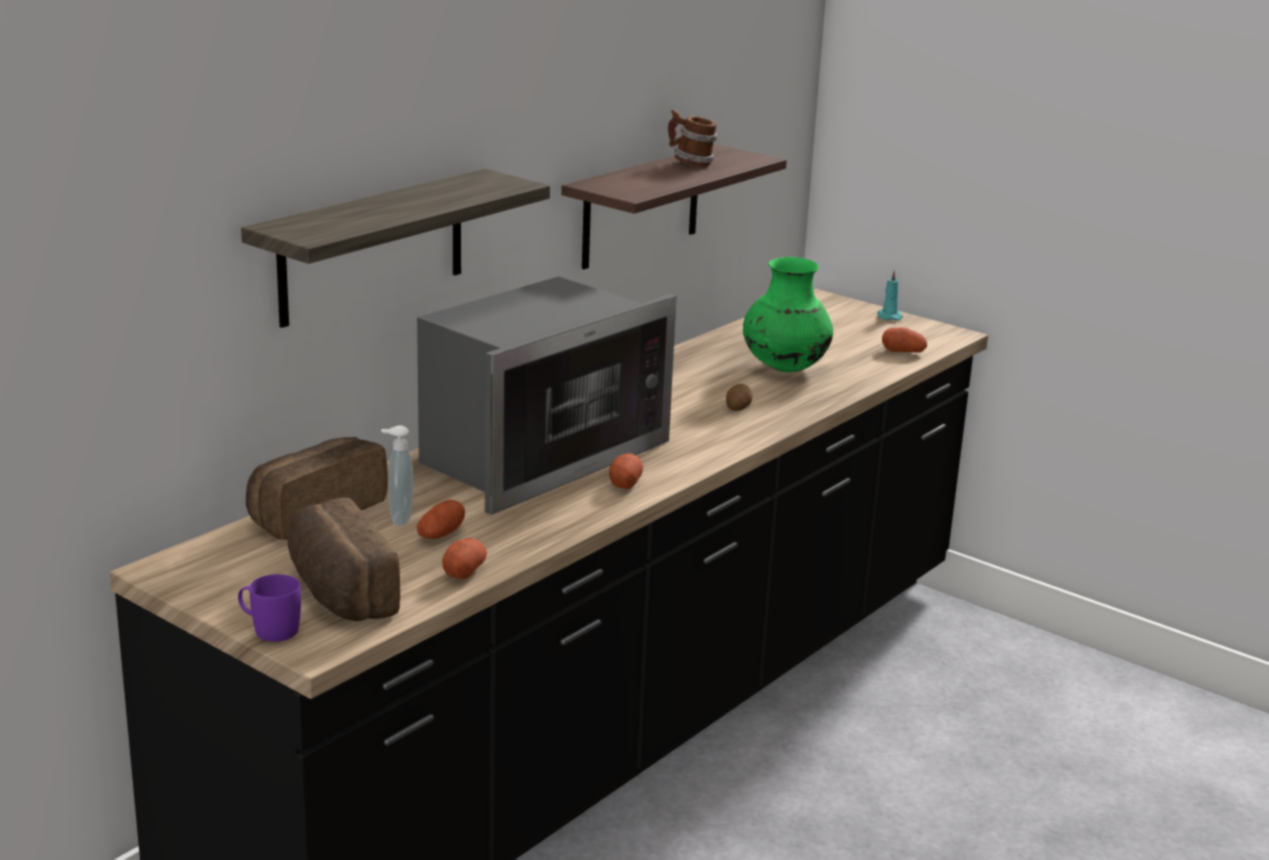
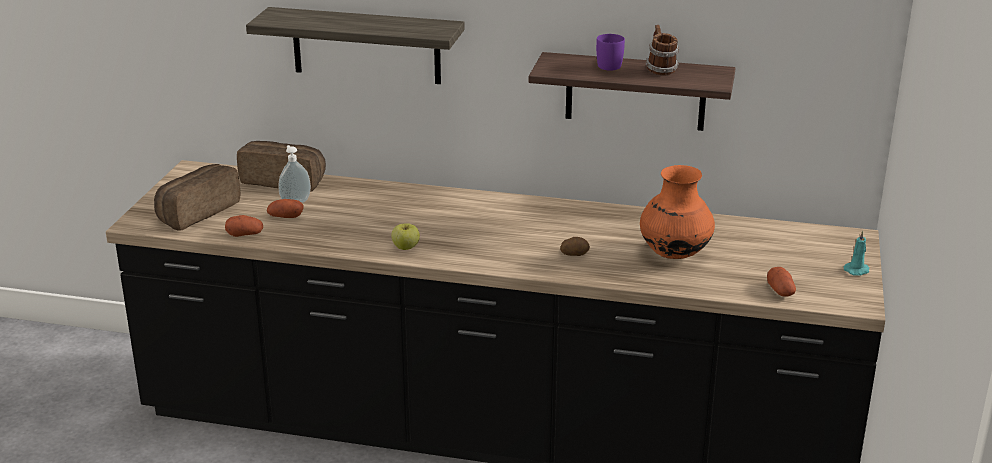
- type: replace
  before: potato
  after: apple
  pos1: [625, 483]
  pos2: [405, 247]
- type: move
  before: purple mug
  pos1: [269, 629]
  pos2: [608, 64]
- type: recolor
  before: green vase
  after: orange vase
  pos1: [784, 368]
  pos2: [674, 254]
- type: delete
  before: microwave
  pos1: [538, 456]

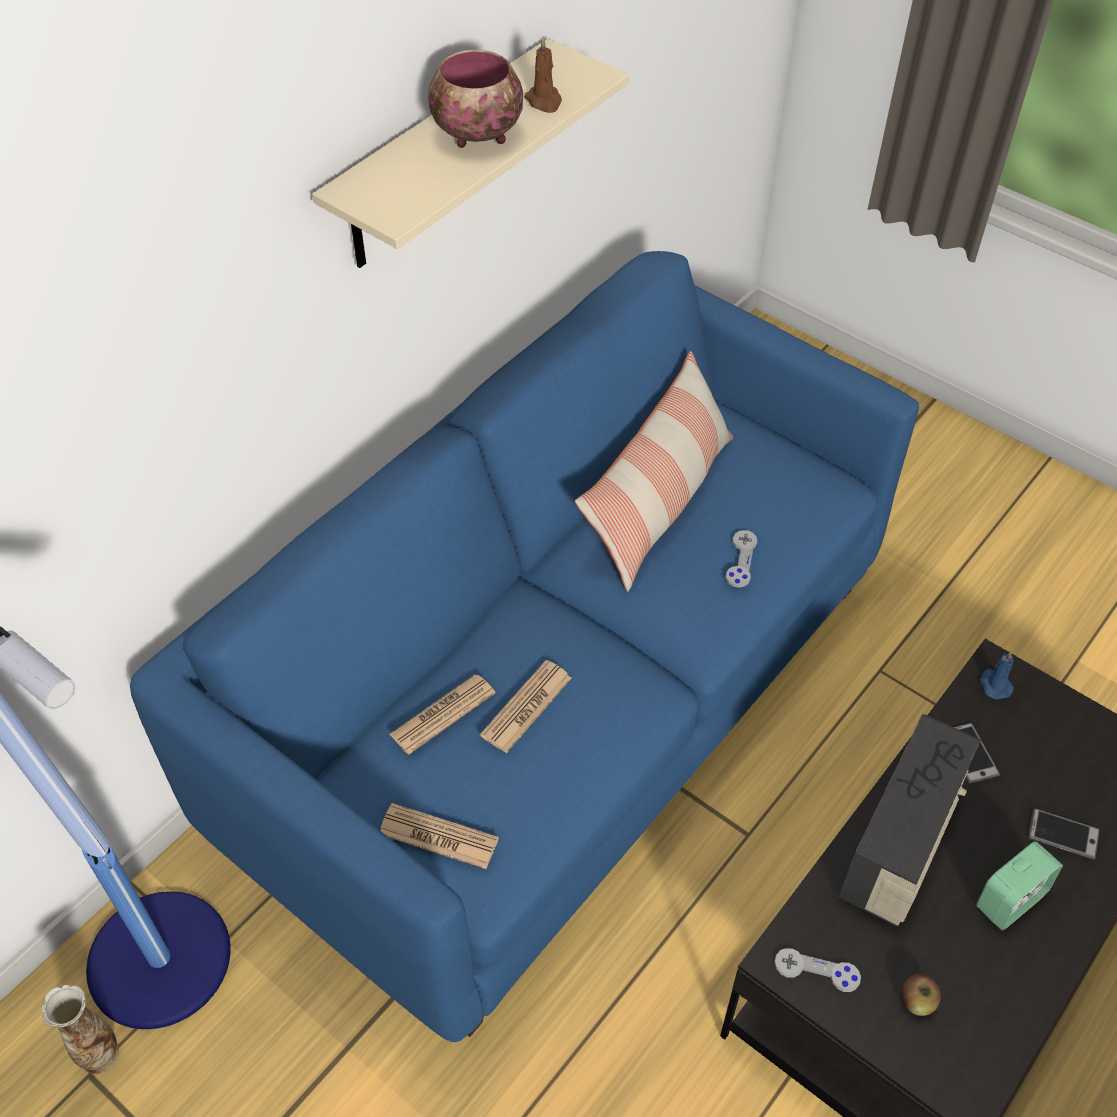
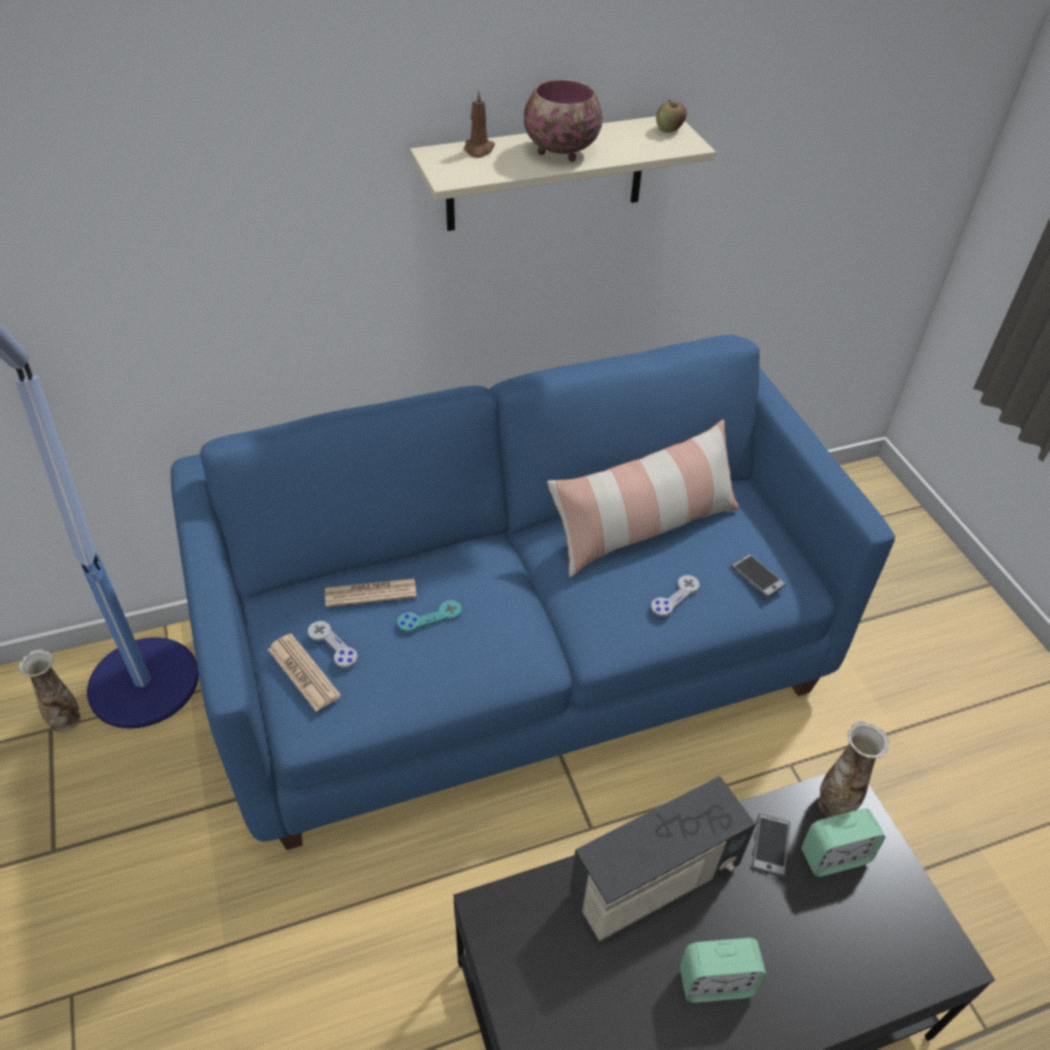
- type: move
  before: grey game controller
  pos1: [817, 971]
  pos2: [332, 645]
- type: replace
  before: newspaper
  after: turquoise game controller
  pos1: [526, 707]
  pos2: [429, 617]
- type: move
  before: brown candle
  pos1: [544, 101]
  pos2: [478, 150]
- type: move
  before: apple
  pos1: [917, 1001]
  pos2: [669, 129]
- type: move
  before: phone
  pos1: [1063, 834]
  pos2: [757, 576]
- type: insert
  after: alarm clock
  pos2: [834, 856]
- type: replace
  before: blue candle
  after: vase
  pos1: [994, 684]
  pos2: [835, 803]

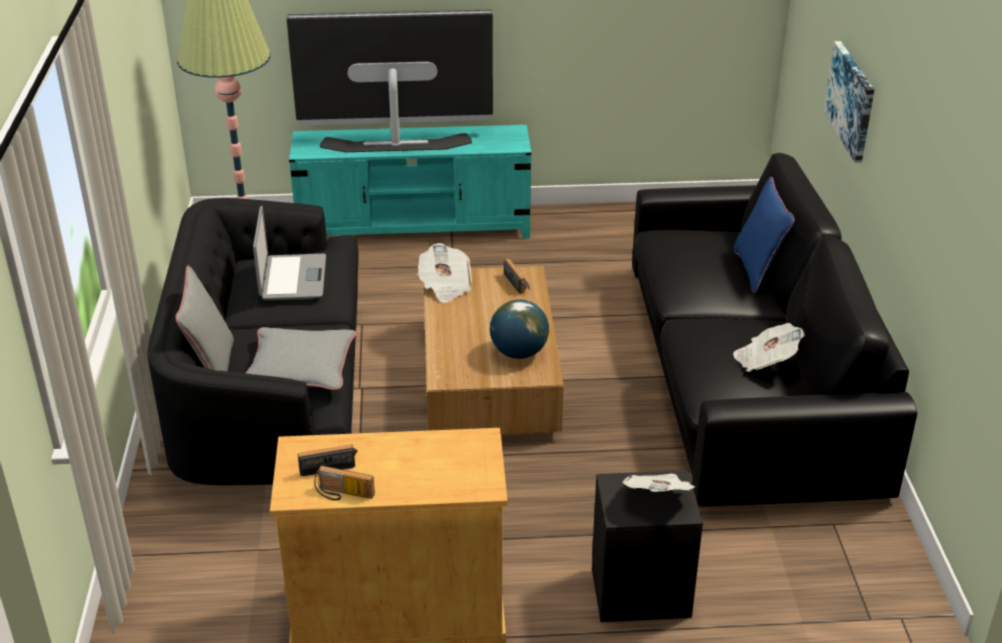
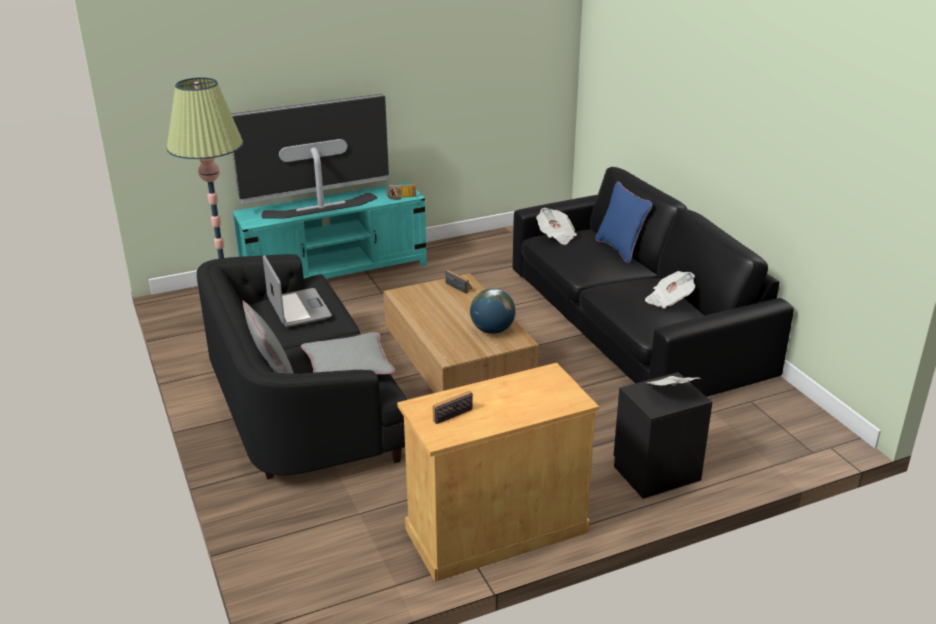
- type: move
  before: radio
  pos1: [343, 495]
  pos2: [401, 197]
- type: move
  before: newspaper
  pos1: [445, 286]
  pos2: [556, 236]
- type: delete
  before: picture
  pos1: [852, 100]

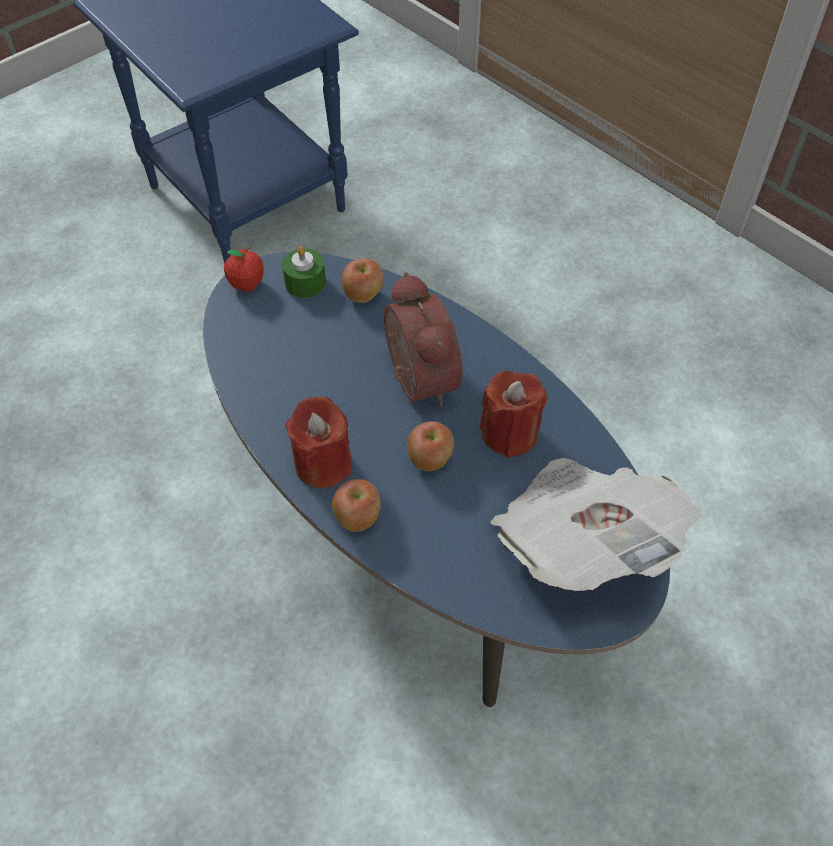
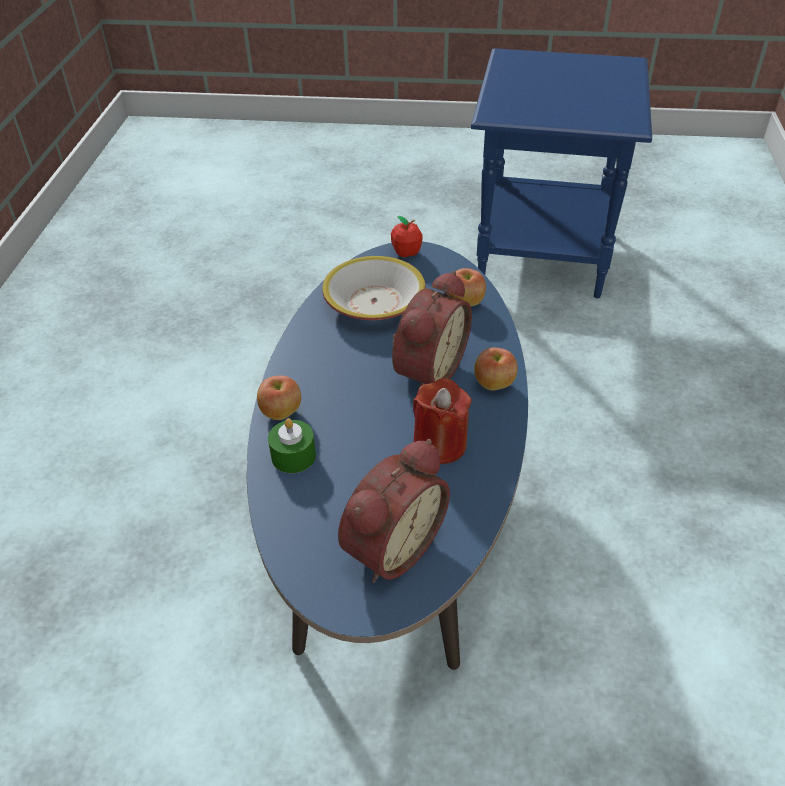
- type: move
  before: green candle
  pos1: [305, 282]
  pos2: [293, 456]
- type: insert
  after: bowl
  pos2: [374, 302]
- type: replace
  before: newspaper
  after: alarm clock
  pos1: [583, 541]
  pos2: [390, 545]
- type: move
  before: apple
  pos1: [430, 460]
  pos2: [494, 385]
- type: delete
  before: red candle
  pos1: [323, 464]

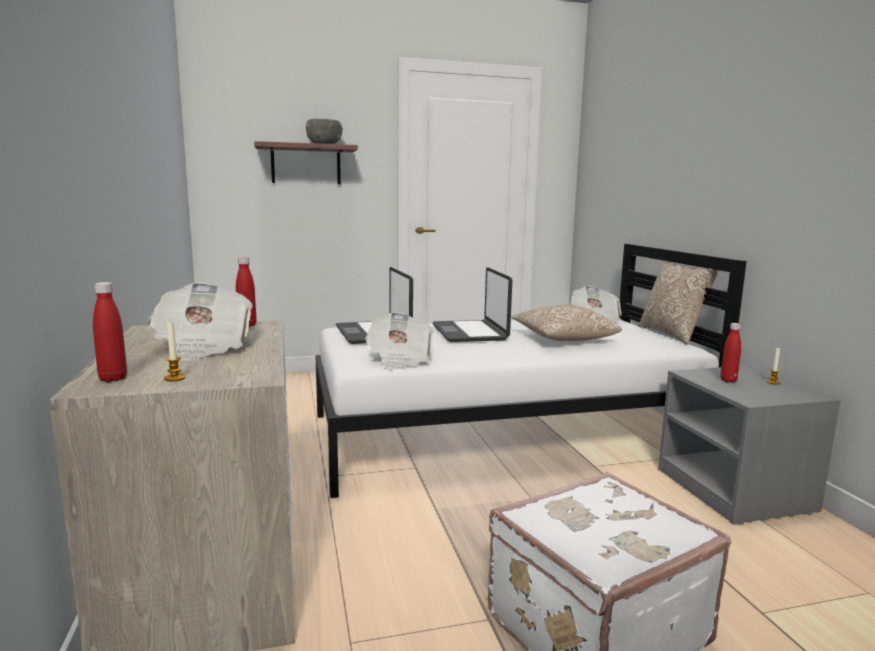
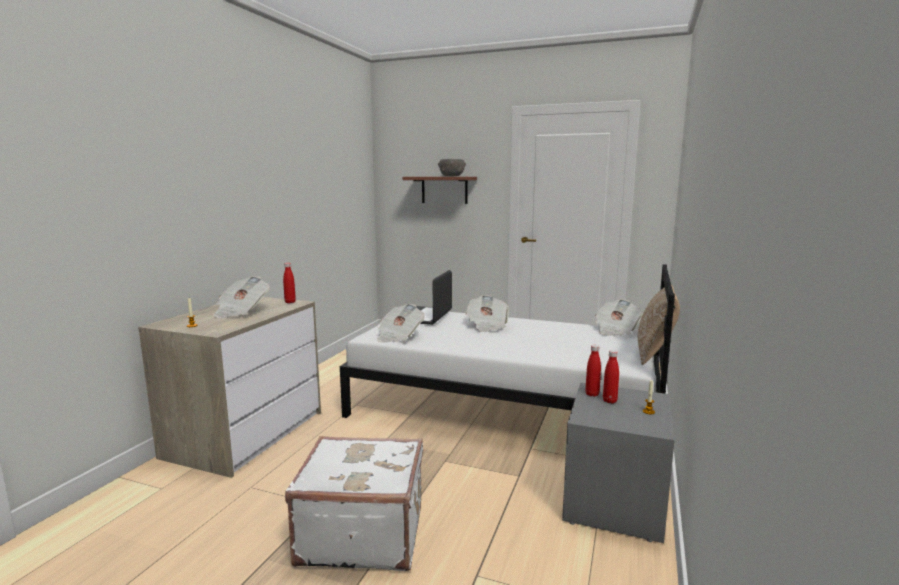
- type: replace
  before: laptop
  after: newspaper
  pos1: [470, 332]
  pos2: [487, 325]
- type: move
  before: red bottle
  pos1: [113, 379]
  pos2: [592, 394]
- type: delete
  before: pillow
  pos1: [563, 339]

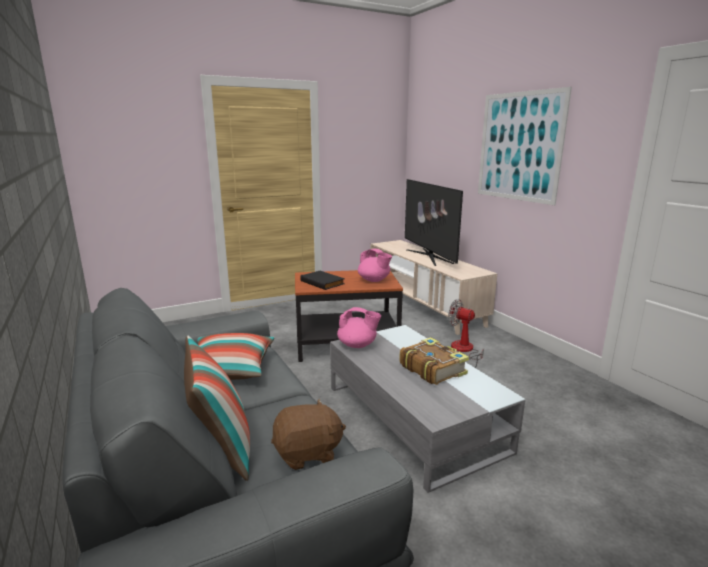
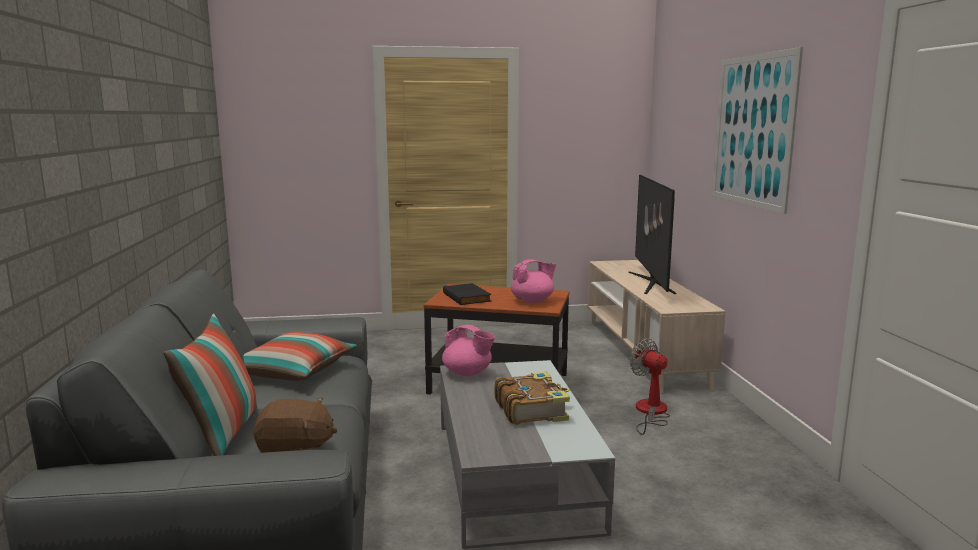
- type: rotate
  before: pink teapot
  pos1: [374, 280]
  pos2: [533, 301]
  turn: -90

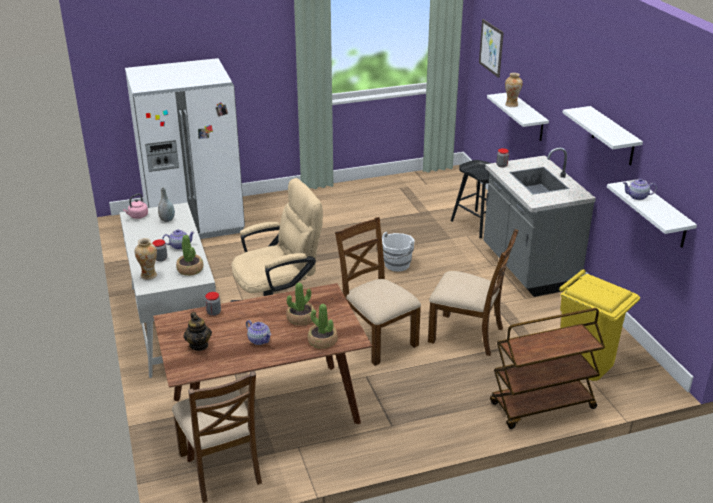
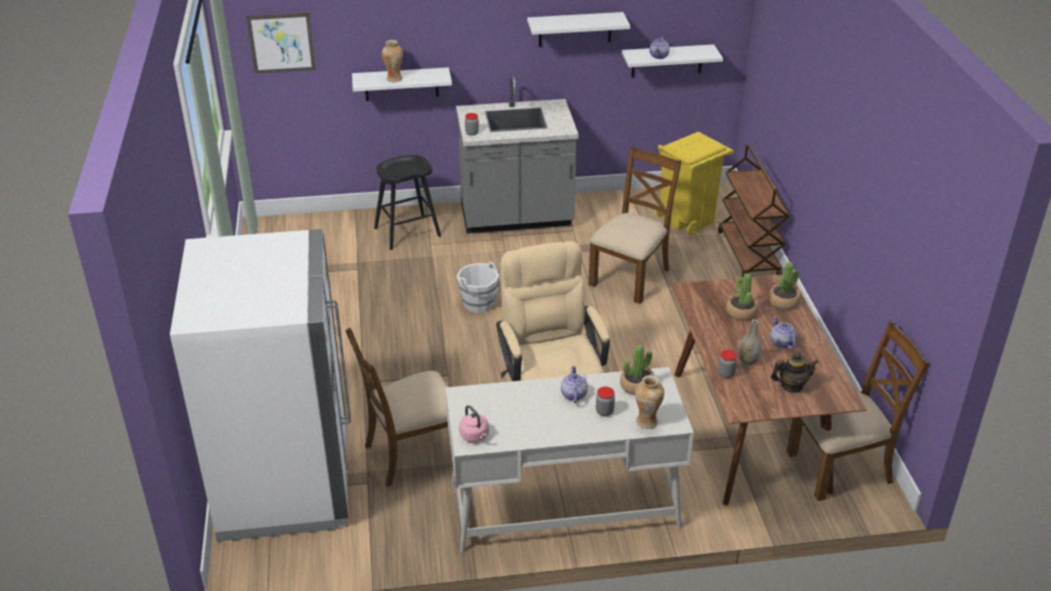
- type: move
  before: brown chair
  pos1: [377, 339]
  pos2: [412, 453]
- type: move
  before: grey vase
  pos1: [167, 220]
  pos2: [748, 361]
- type: rotate
  before: teapot
  pos1: [259, 340]
  pos2: [781, 343]
  turn: -75

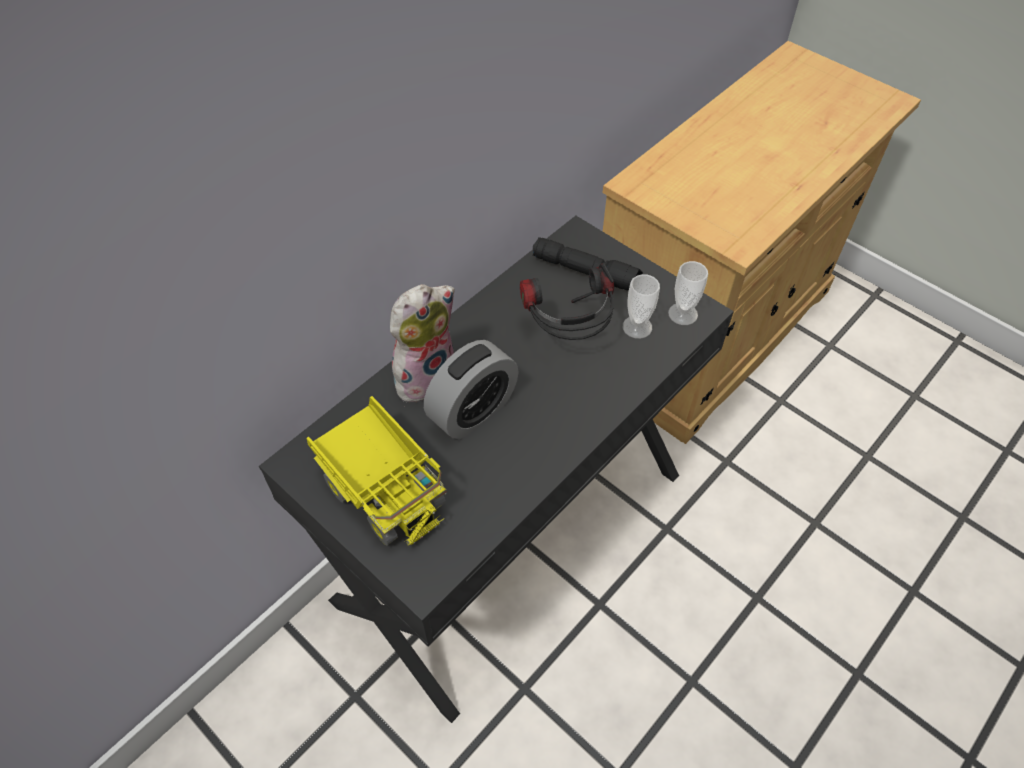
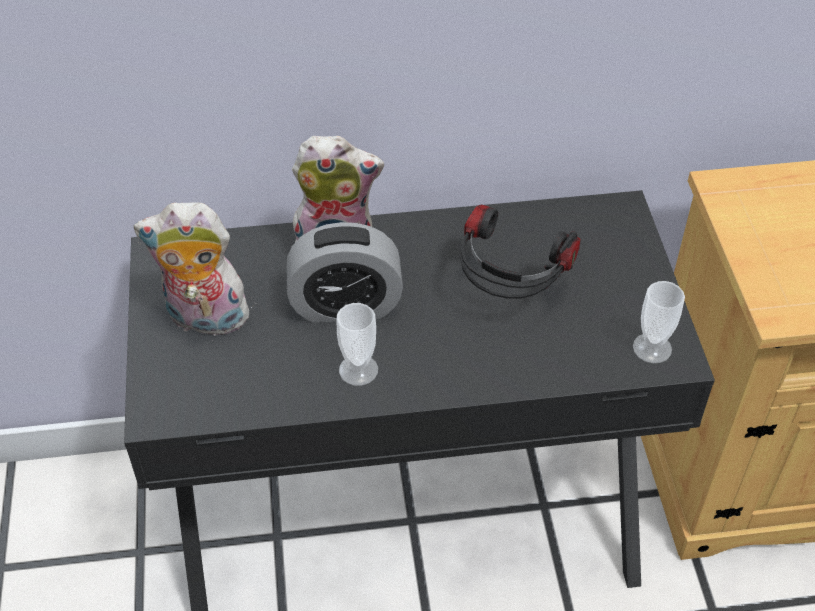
- type: replace
  before: toy truck
  after: plush toy
  pos1: [384, 489]
  pos2: [204, 320]
- type: move
  before: cup
  pos1: [637, 327]
  pos2: [358, 370]
- type: delete
  before: black flashlight
  pos1: [586, 271]

